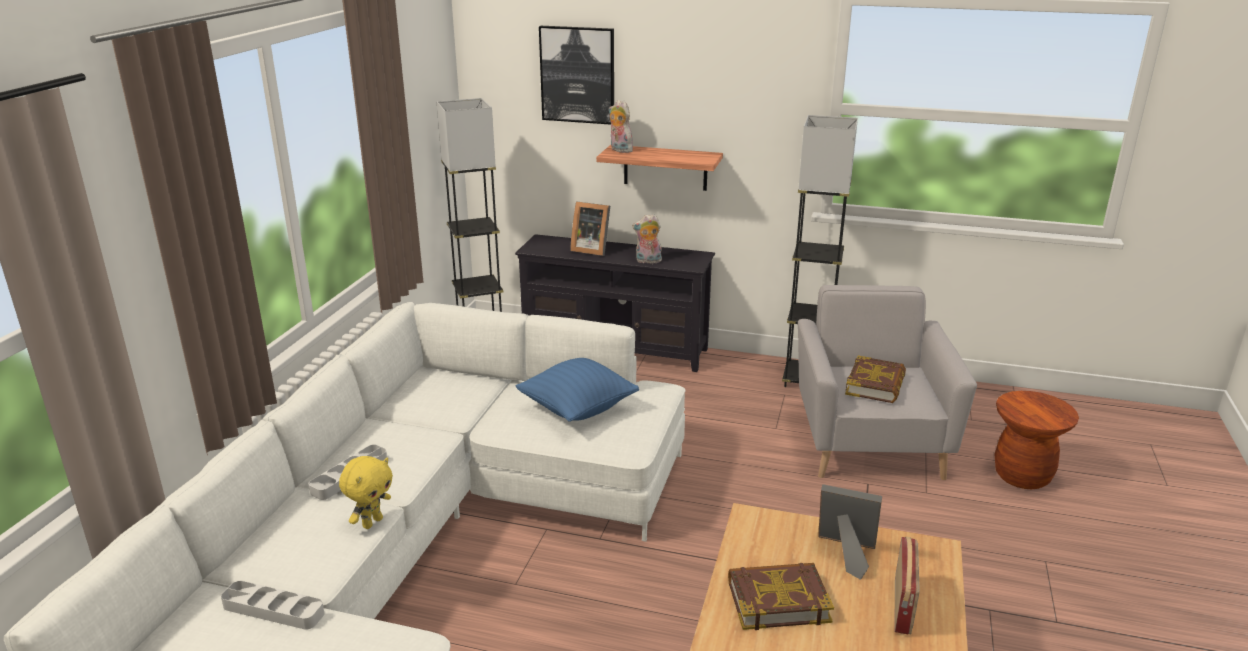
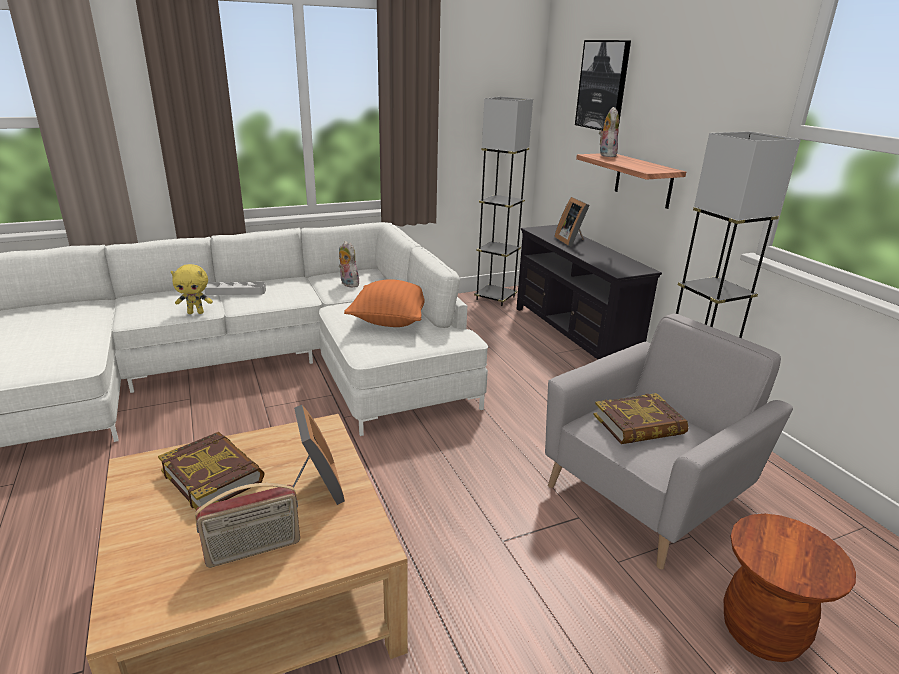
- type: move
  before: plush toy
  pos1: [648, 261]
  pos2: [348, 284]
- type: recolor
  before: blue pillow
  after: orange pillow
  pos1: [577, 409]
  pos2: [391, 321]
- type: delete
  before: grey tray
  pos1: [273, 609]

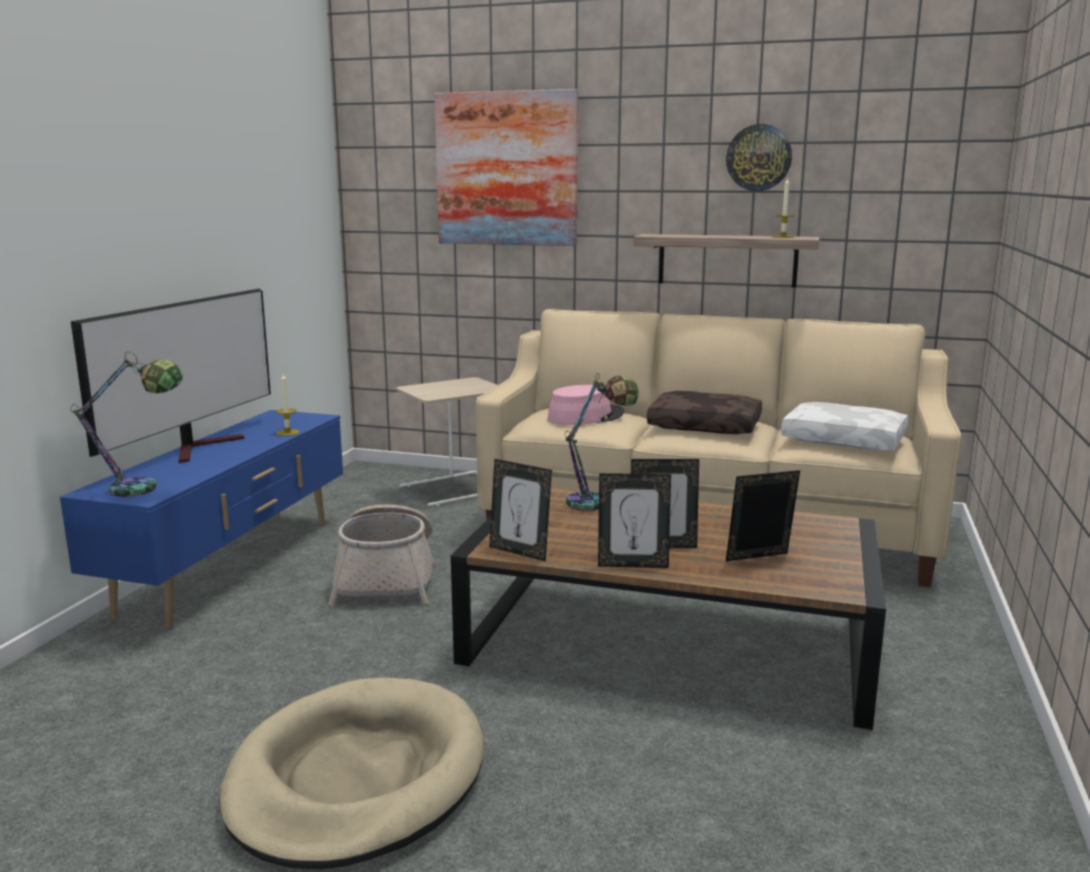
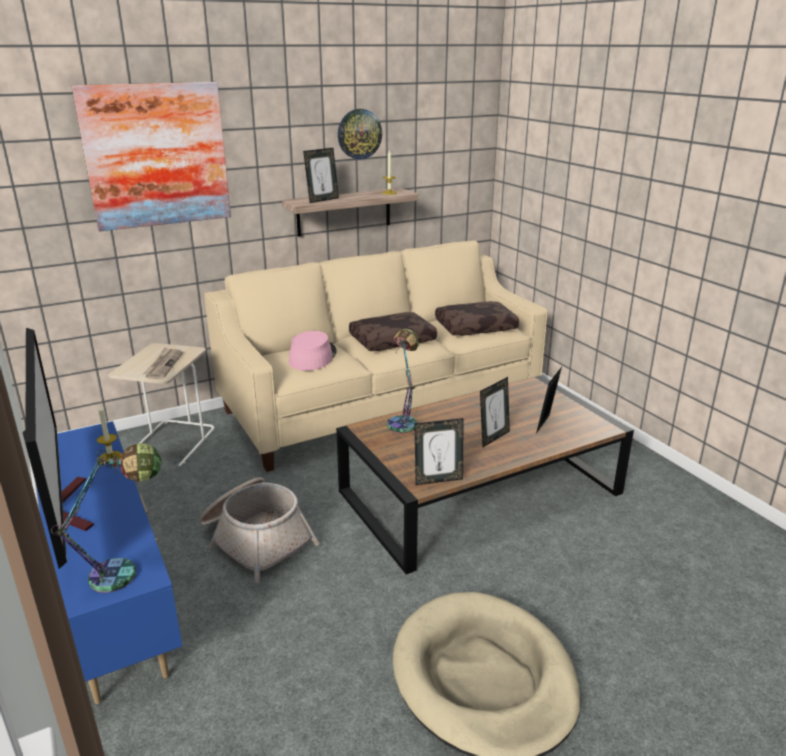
- type: insert
  after: newspaper
  pos2: [163, 365]
- type: move
  before: picture frame
  pos1: [632, 564]
  pos2: [322, 200]
- type: recolor
  before: white pillow
  after: brown pillow
  pos1: [845, 440]
  pos2: [476, 327]

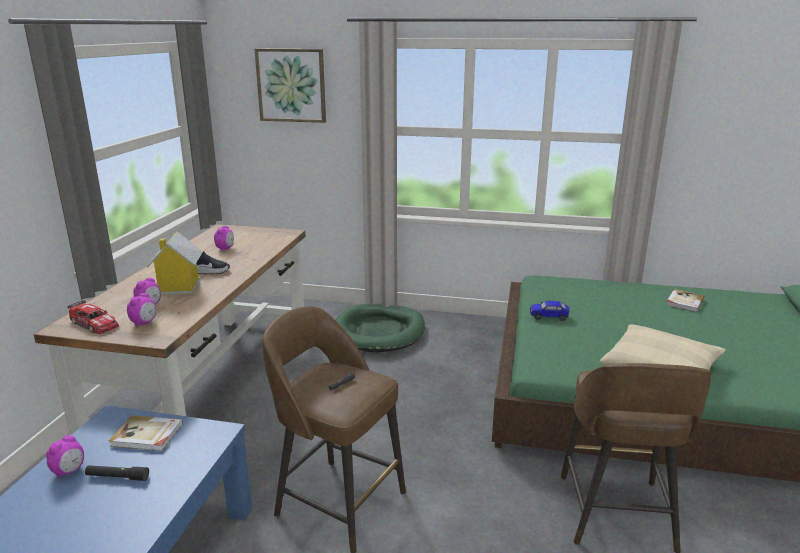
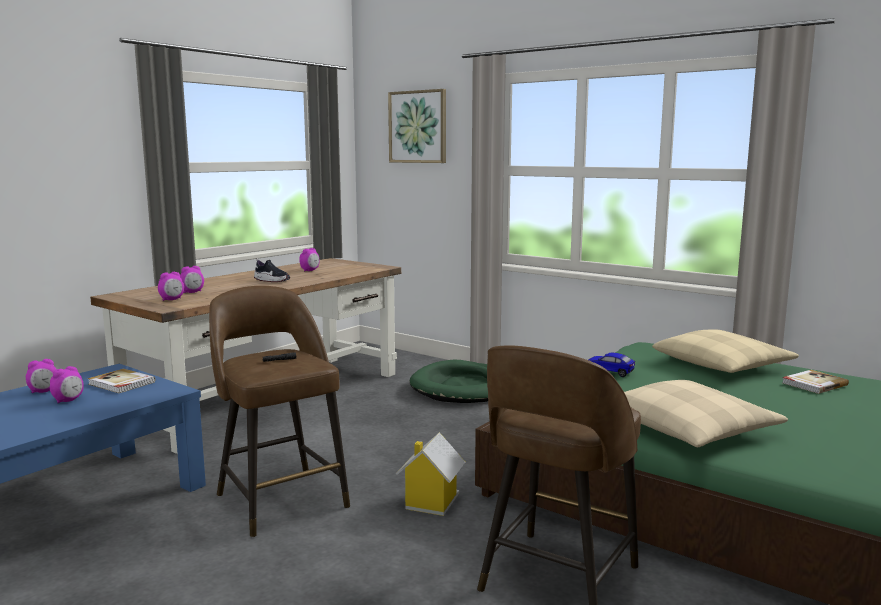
- type: replace
  before: black flashlight
  after: alarm clock
  pos1: [117, 477]
  pos2: [68, 400]
- type: move
  before: toy house
  pos1: [179, 287]
  pos2: [431, 502]
- type: insert
  after: beige pillow
  pos2: [722, 365]
- type: delete
  before: toy car
  pos1: [94, 324]

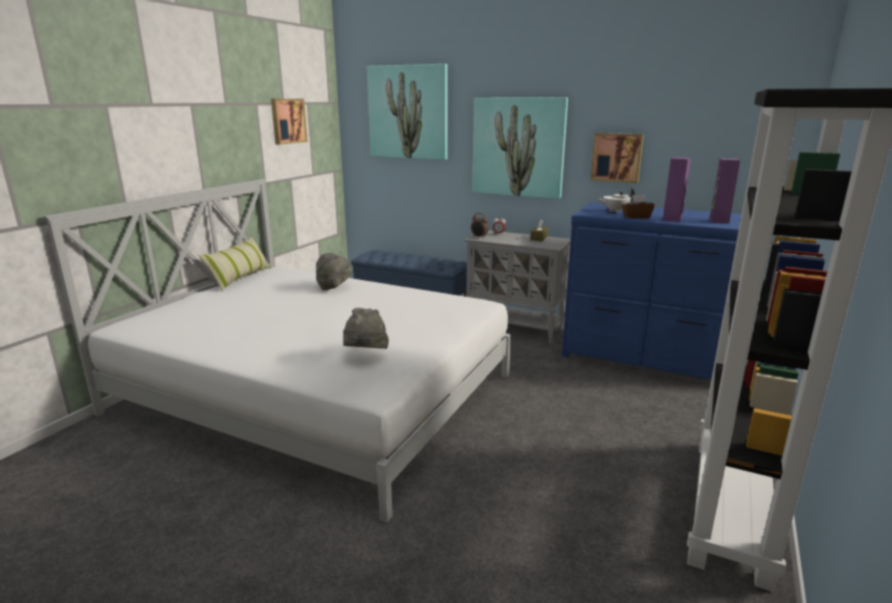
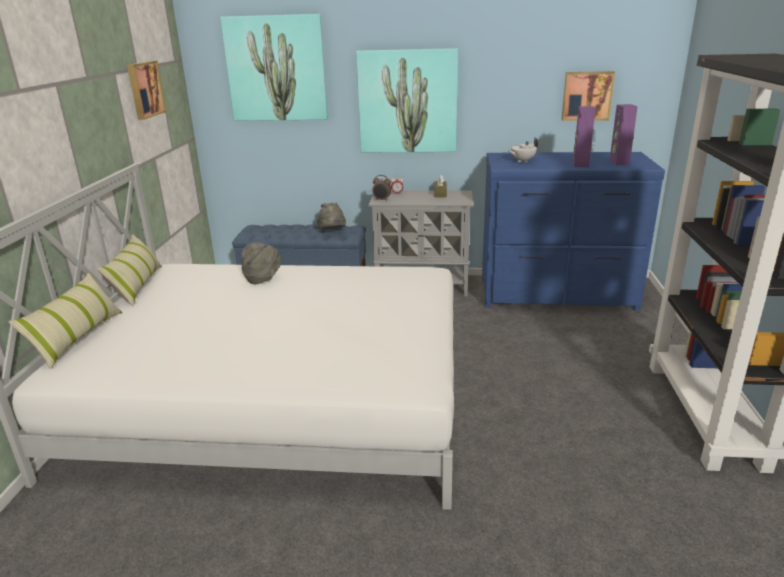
- type: insert
  after: pillow
  pos2: [78, 338]
- type: move
  before: grey hat
  pos1: [365, 354]
  pos2: [332, 232]
- type: move
  before: picture
  pos1: [616, 157]
  pos2: [587, 96]
- type: delete
  before: brown tissue box
  pos1: [636, 217]

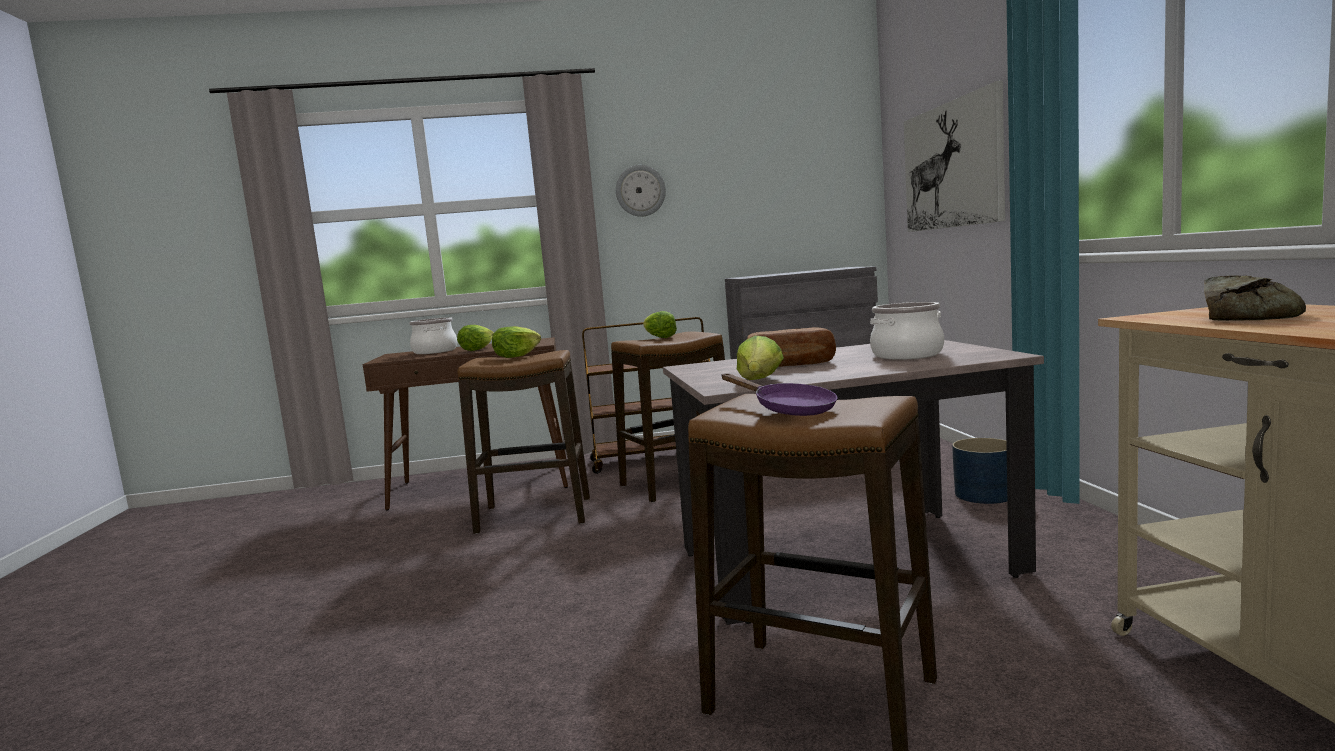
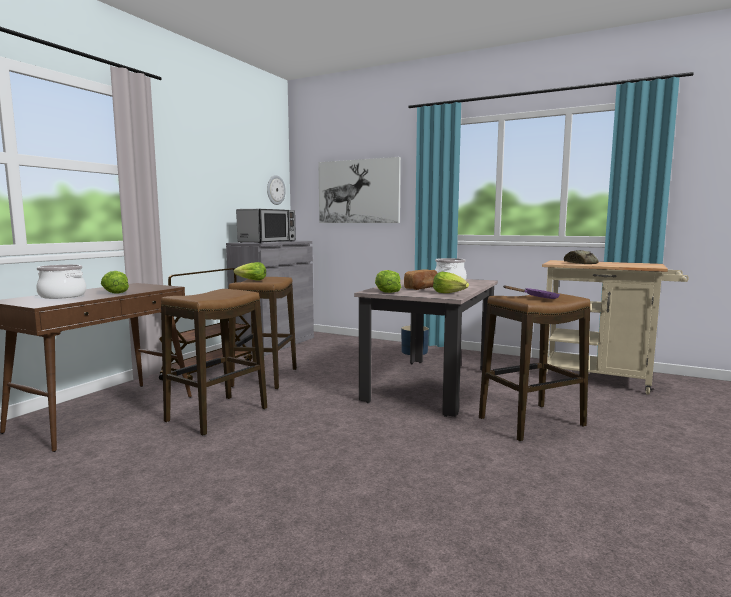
- type: insert
  after: microwave
  pos2: [268, 241]
- type: move
  before: wall clock
  pos1: [640, 191]
  pos2: [275, 190]
- type: move
  before: lettuce
  pos1: [516, 356]
  pos2: [386, 291]

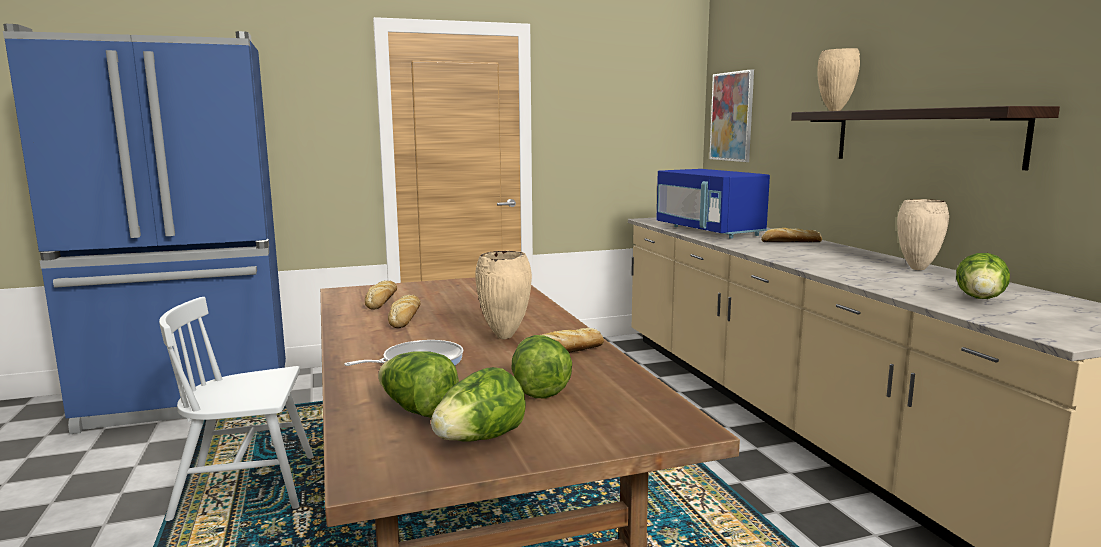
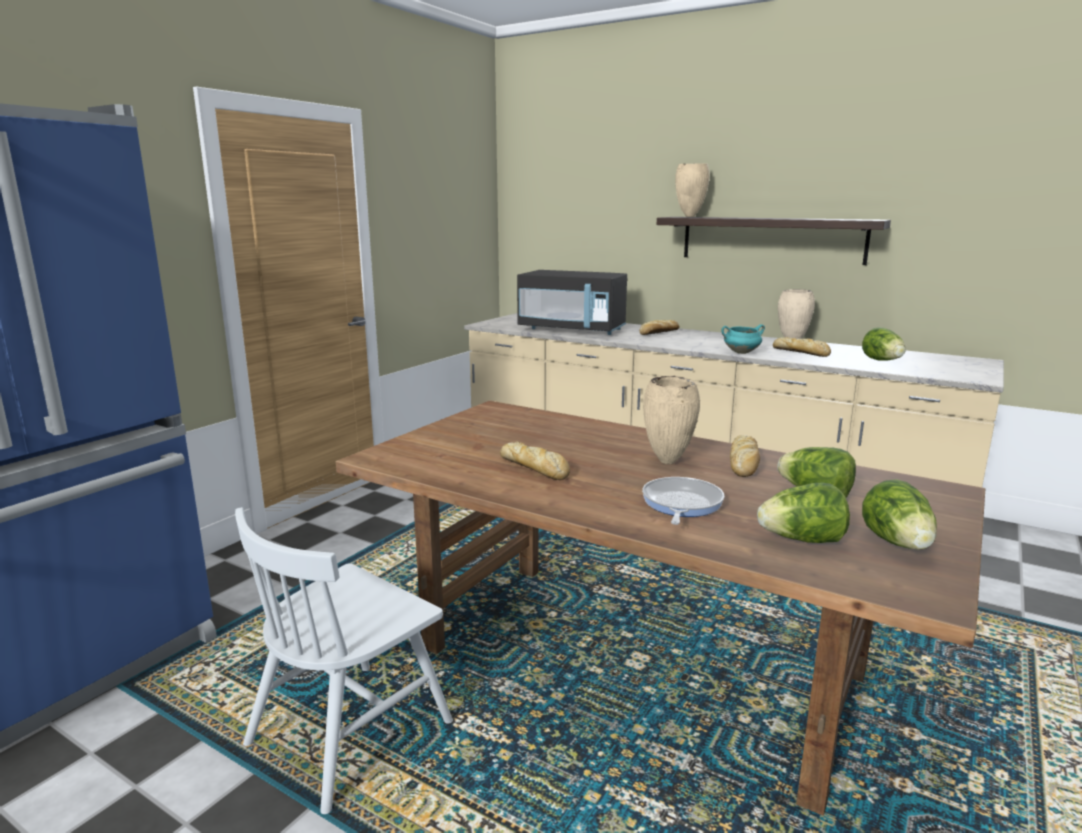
- type: recolor
  before: blue microwave
  after: black microwave
  pos1: [708, 231]
  pos2: [572, 330]
- type: insert
  after: turquoise cooking pot
  pos2: [741, 352]
- type: move
  before: bread
  pos1: [382, 301]
  pos2: [801, 352]
- type: delete
  before: picture
  pos1: [732, 116]

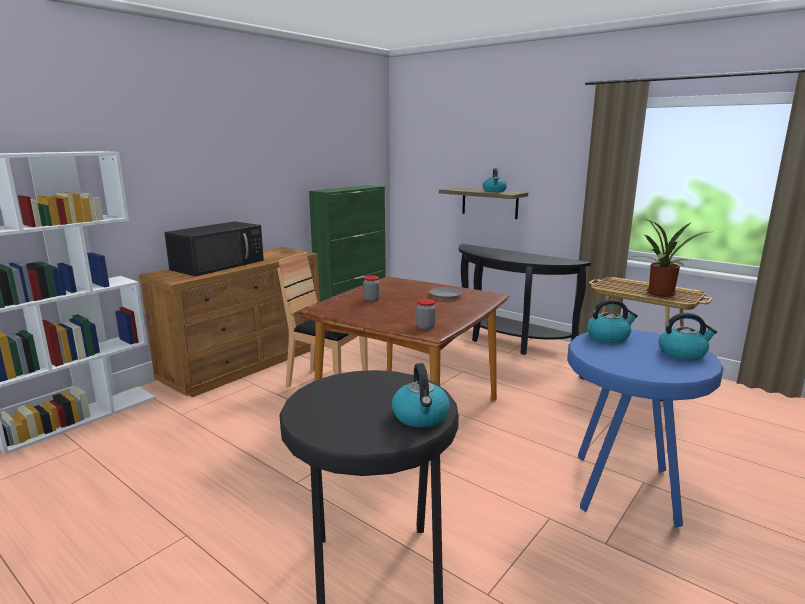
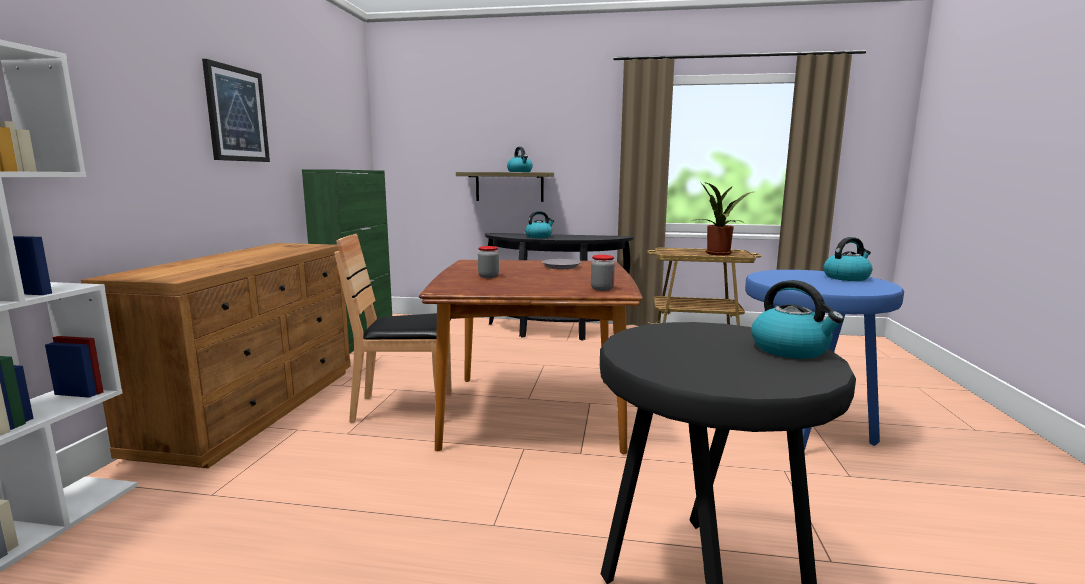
- type: insert
  after: picture
  pos2: [236, 114]
- type: move
  before: kettle
  pos1: [608, 337]
  pos2: [539, 236]
- type: delete
  before: black microwave
  pos1: [219, 264]

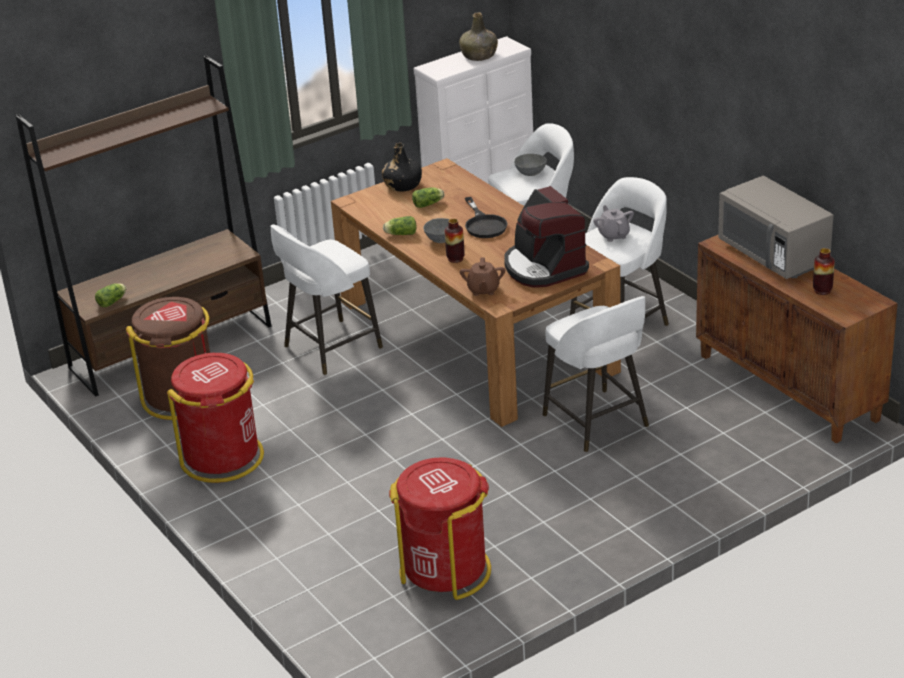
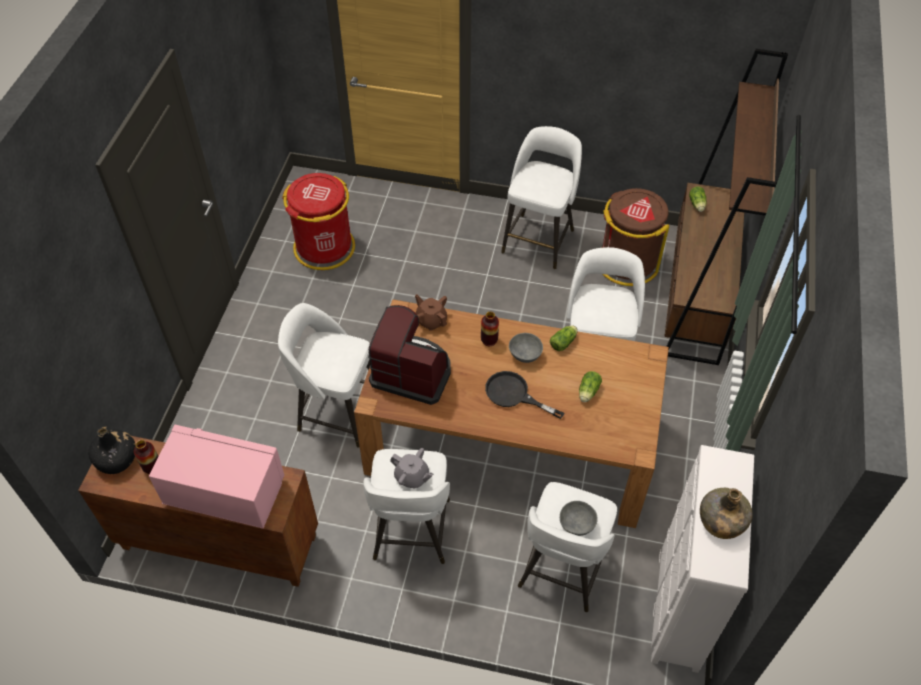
- type: move
  before: black bottle
  pos1: [402, 185]
  pos2: [117, 459]
- type: recolor
  before: grey microwave
  after: pink microwave
  pos1: [773, 255]
  pos2: [225, 492]
- type: replace
  before: red trash can
  after: white stool
  pos1: [223, 458]
  pos2: [539, 239]

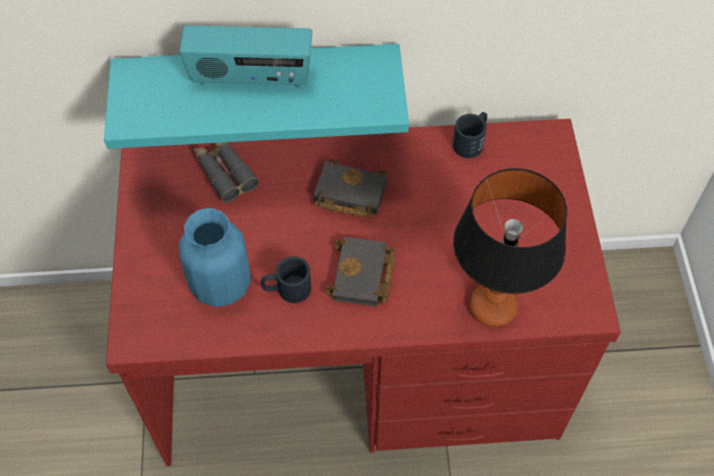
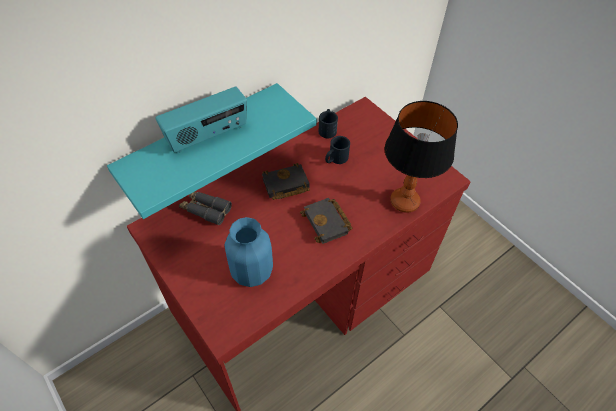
- type: move
  before: black mug
  pos1: [287, 289]
  pos2: [335, 159]

